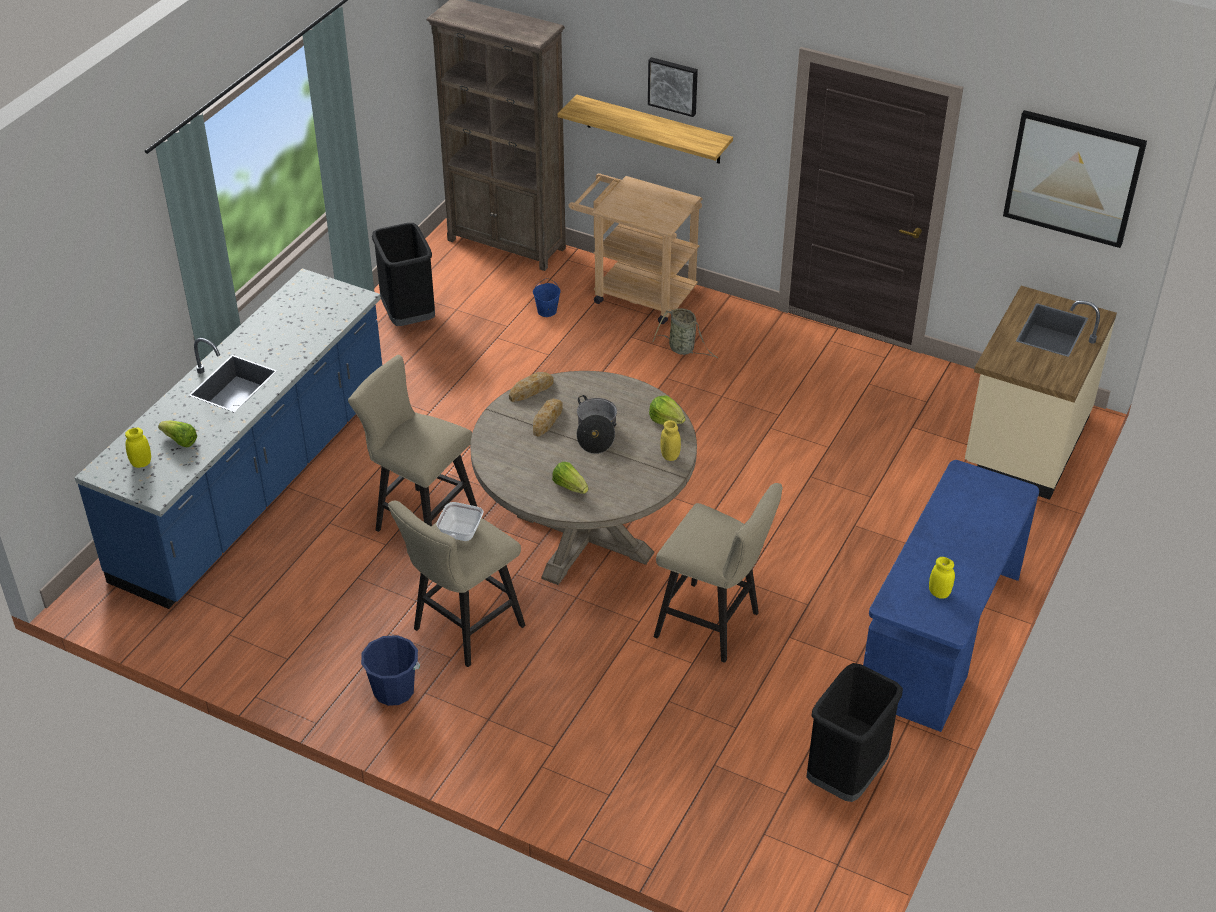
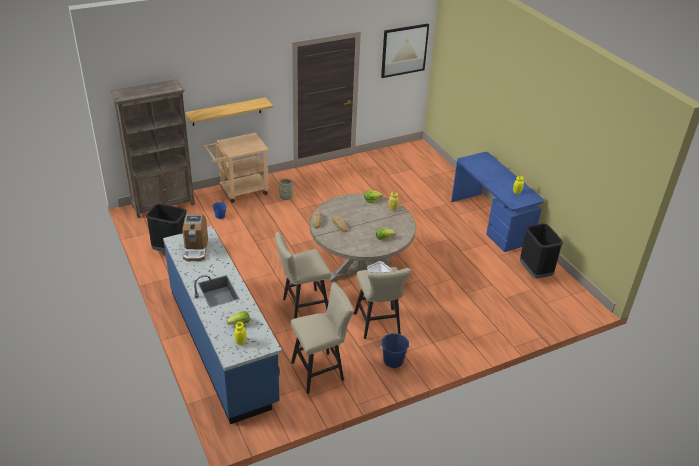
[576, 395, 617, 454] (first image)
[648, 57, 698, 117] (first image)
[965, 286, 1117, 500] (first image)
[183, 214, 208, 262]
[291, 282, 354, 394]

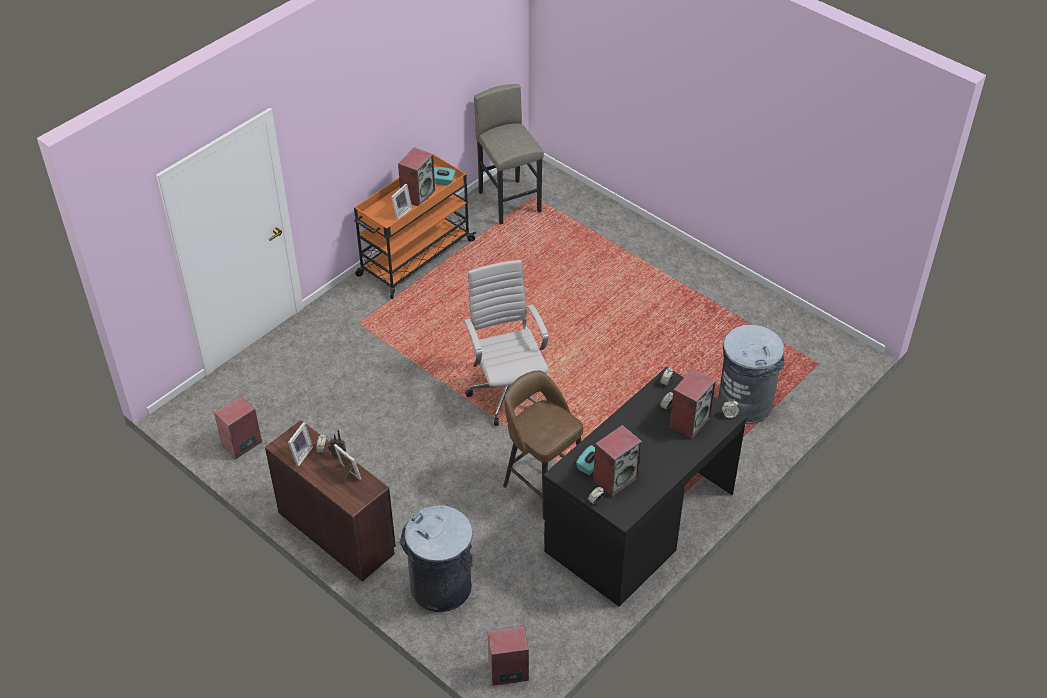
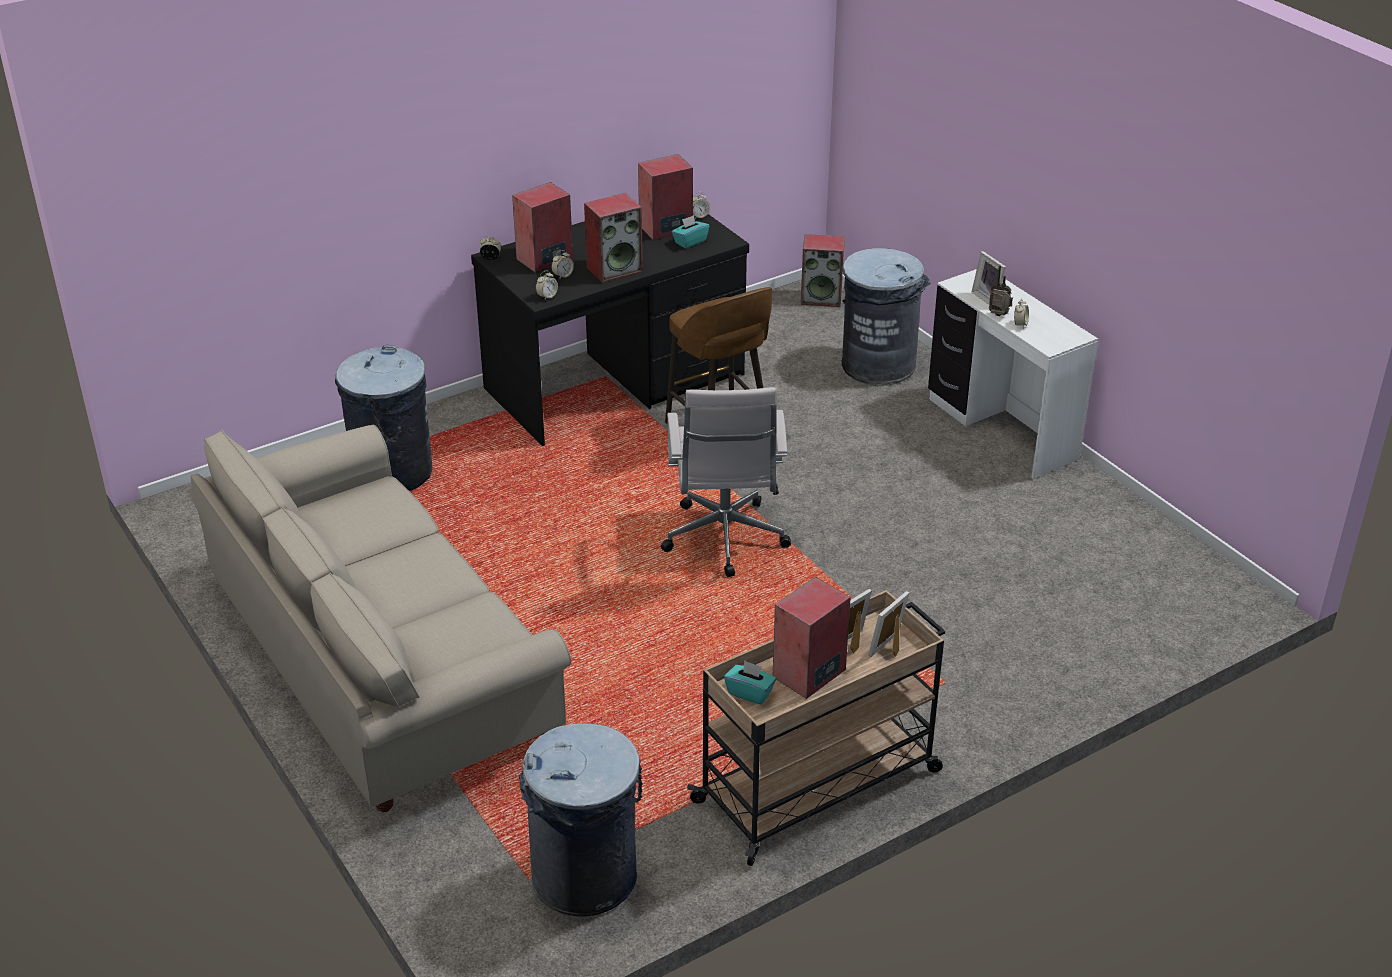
[190, 425, 571, 812]
[584, 193, 643, 283]
[868, 591, 909, 657]
[519, 723, 643, 917]
[928, 269, 1098, 479]
[687, 590, 945, 866]

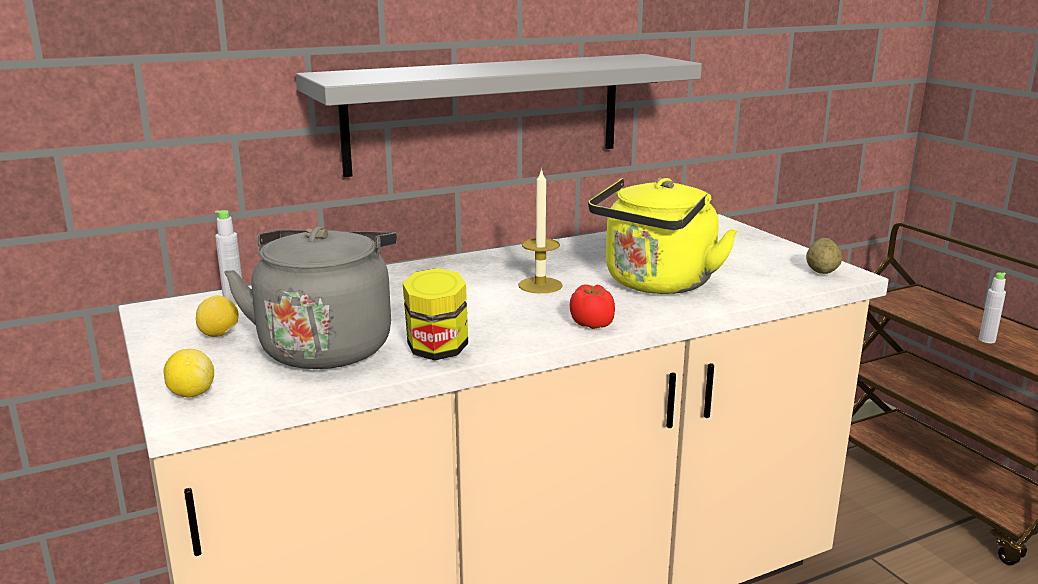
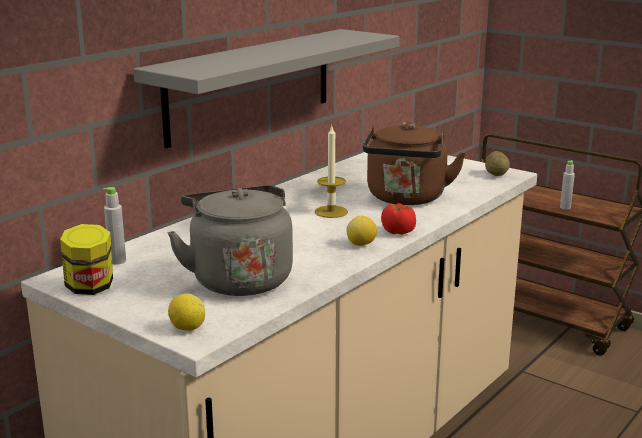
[346, 216, 377, 246]
[60, 224, 113, 295]
[362, 122, 466, 205]

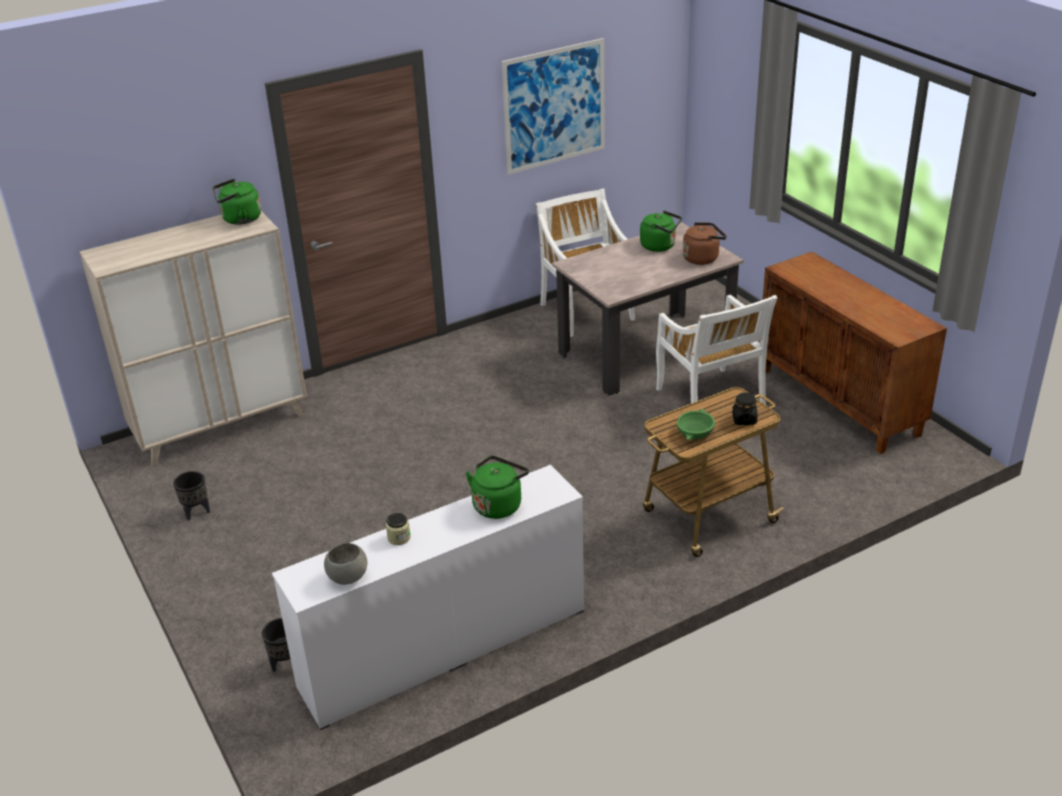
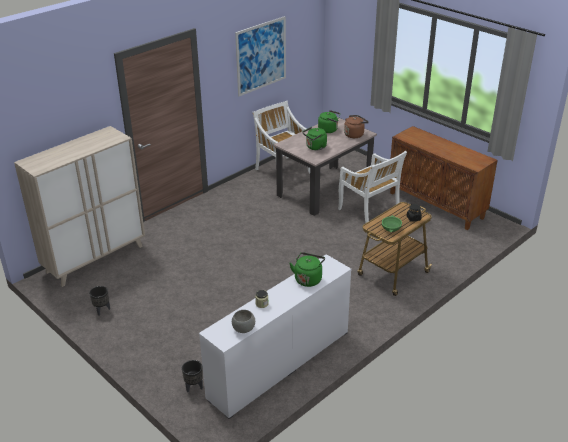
[302, 127, 327, 150]

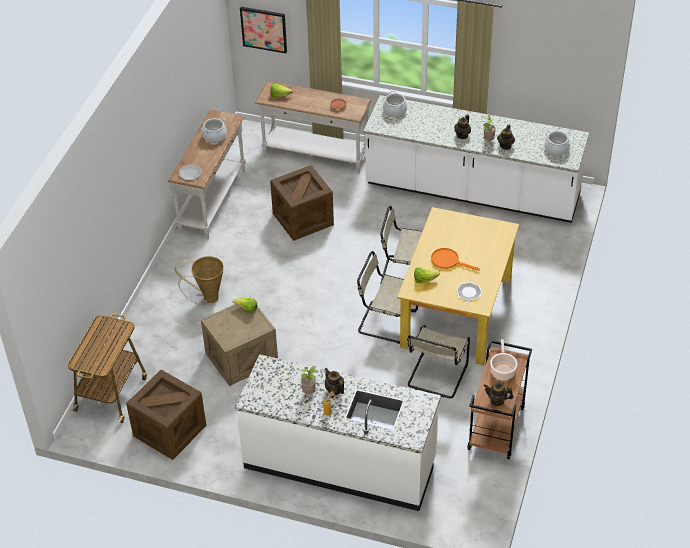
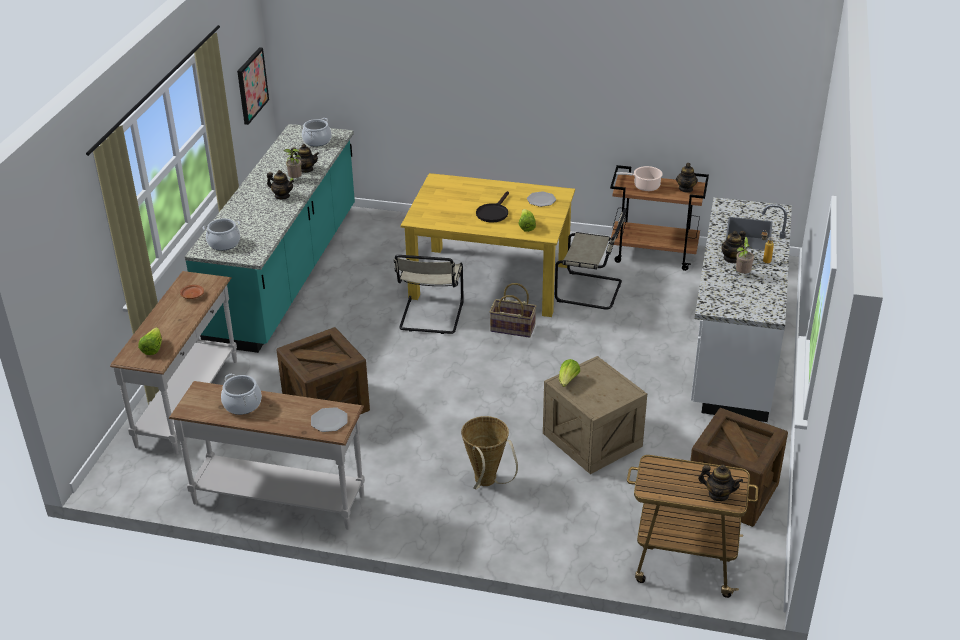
[698, 465, 743, 501]
[237, 47, 269, 125]
[489, 283, 536, 338]
[185, 124, 355, 353]
[476, 191, 509, 223]

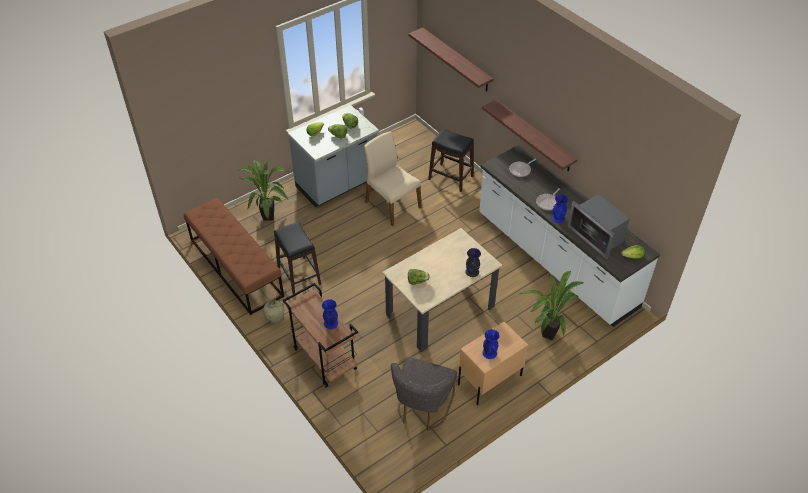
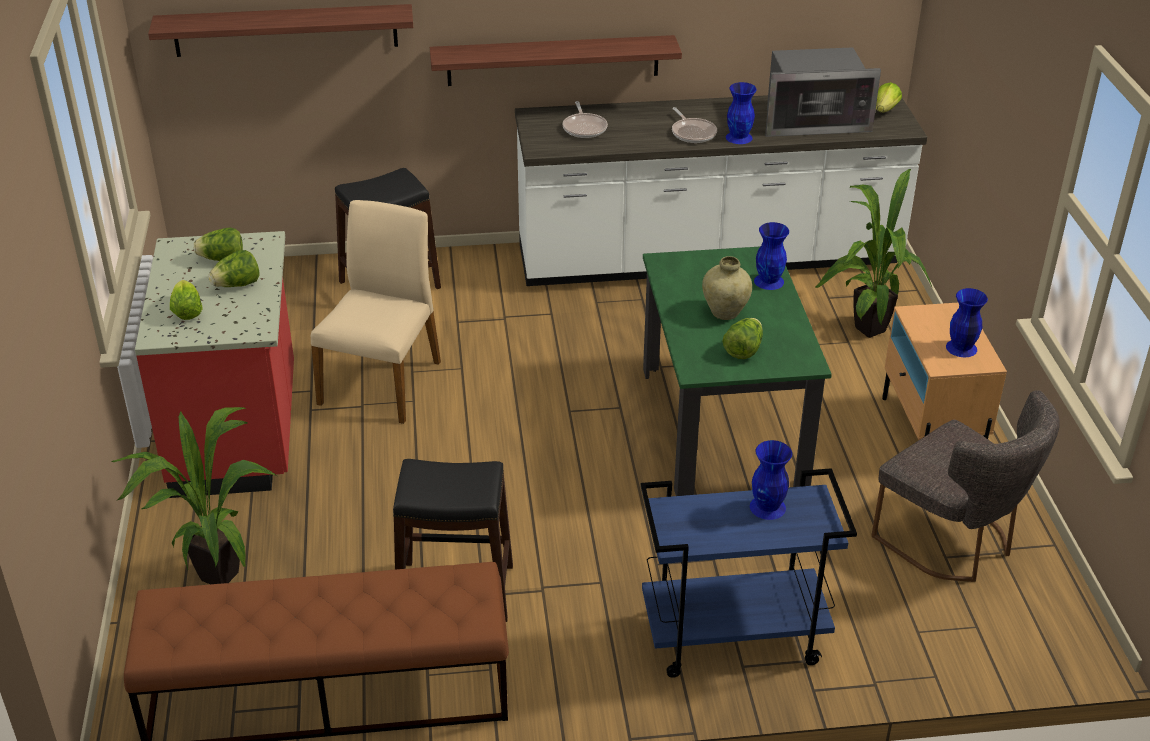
[702, 256, 752, 320]
[640, 468, 857, 678]
[135, 231, 294, 498]
[643, 246, 832, 496]
[754, 222, 789, 290]
[311, 200, 441, 424]

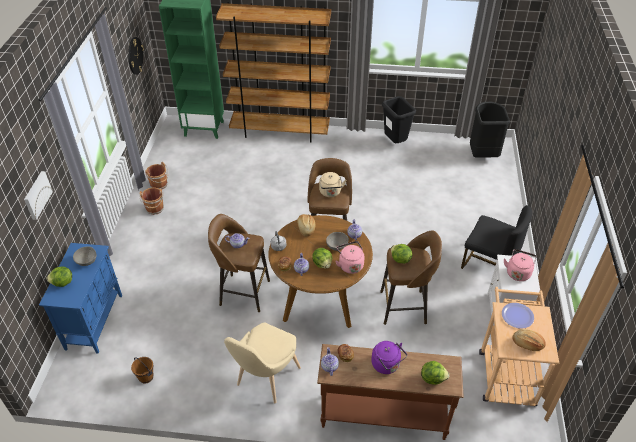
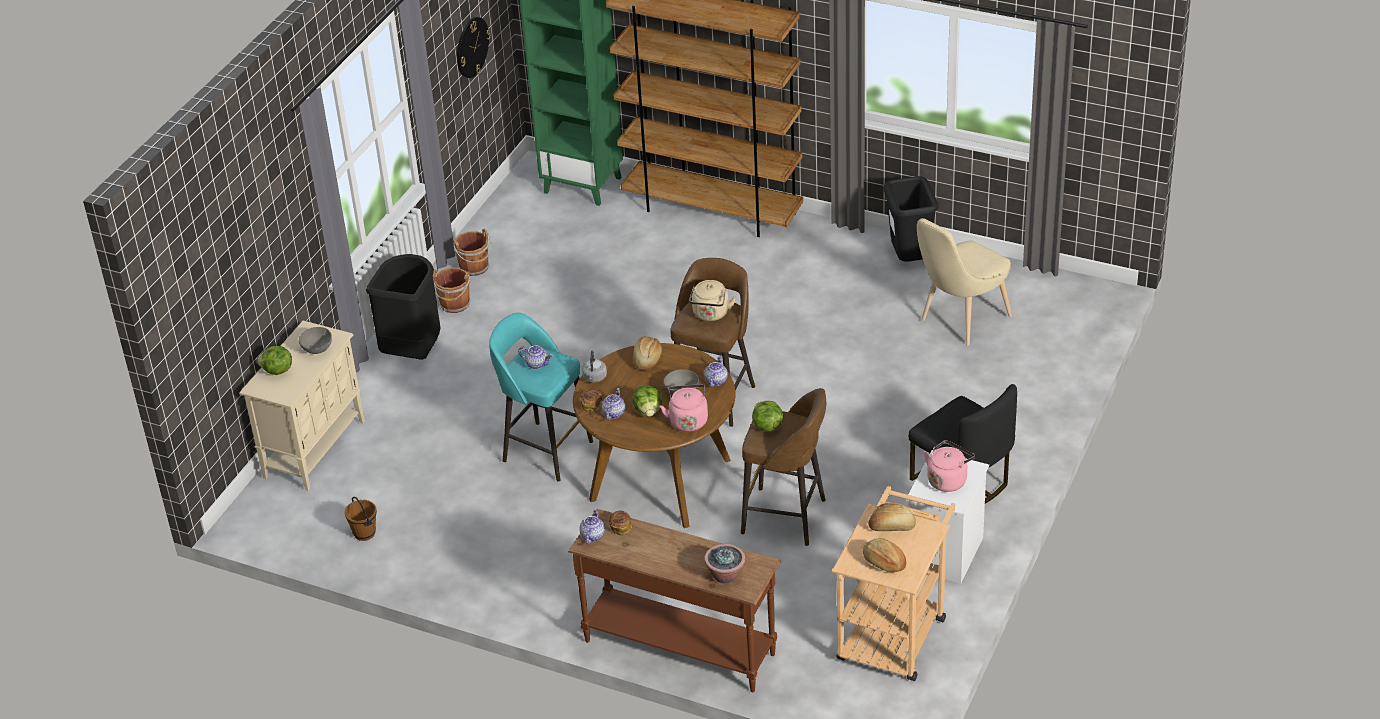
[24, 171, 53, 220] (first image)
[371, 341, 407, 374] (first image)
[917, 218, 1012, 346]
[366, 254, 441, 360]
[704, 544, 745, 583]
[868, 502, 916, 531]
[239, 321, 365, 491]
[489, 313, 593, 482]

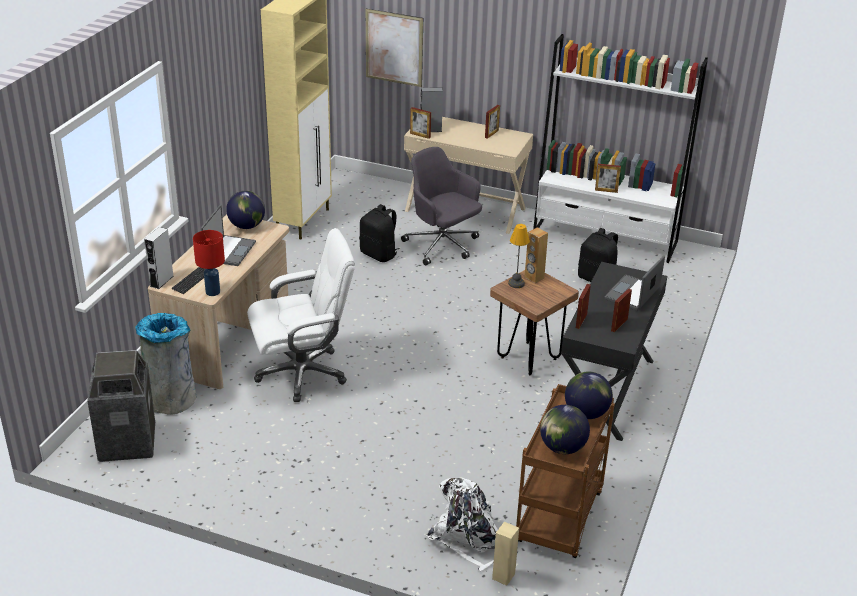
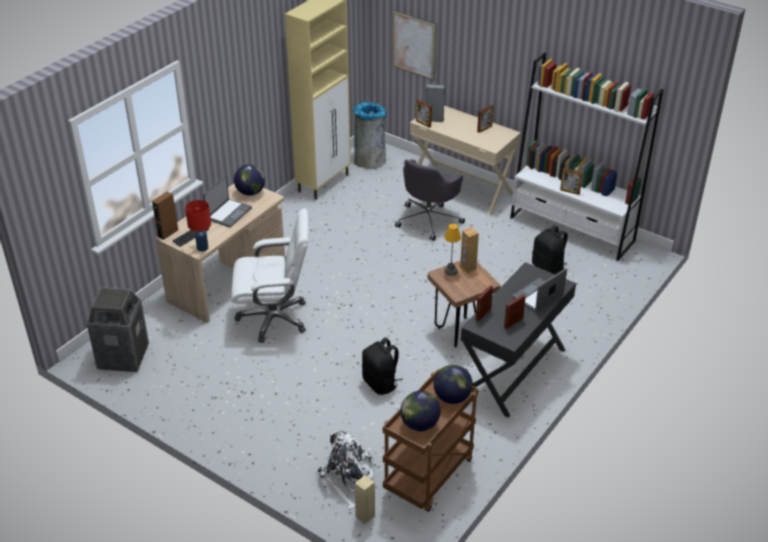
[353, 102, 387, 169]
[362, 337, 403, 395]
[152, 192, 178, 240]
[395, 159, 465, 241]

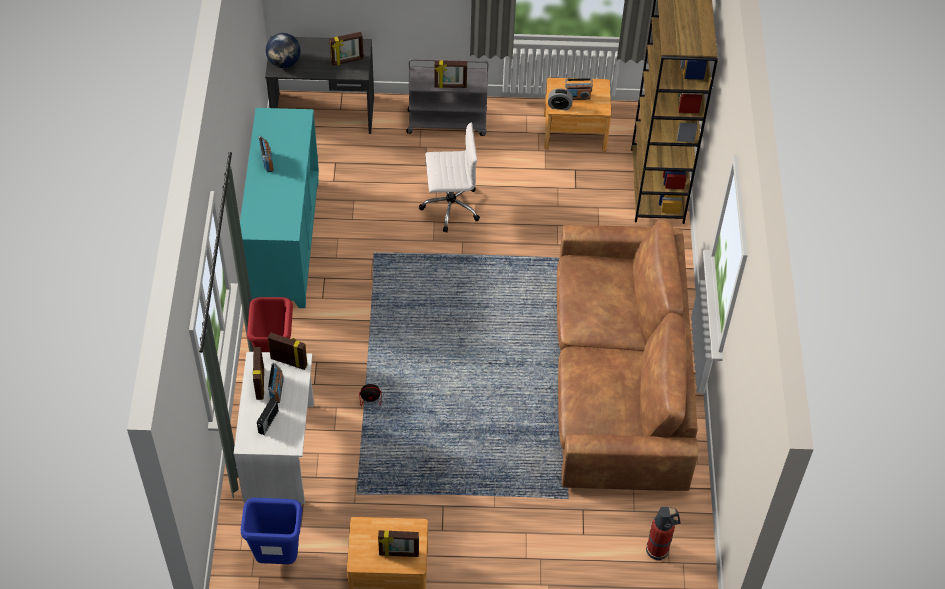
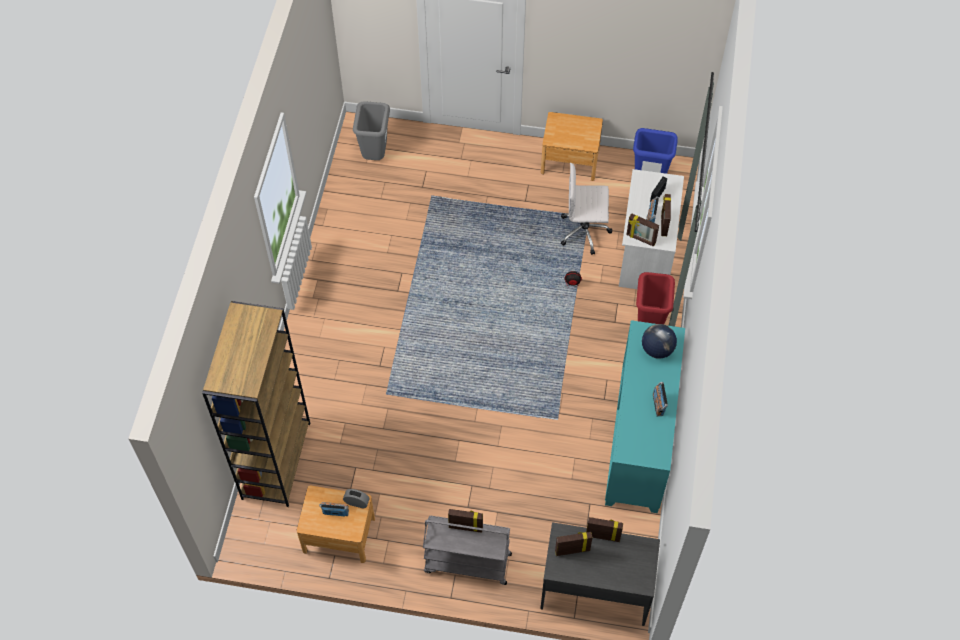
[557, 220, 698, 491] (first image)
[642, 324, 677, 359]
[586, 517, 623, 542]
[561, 163, 612, 255]
[353, 101, 390, 160]

